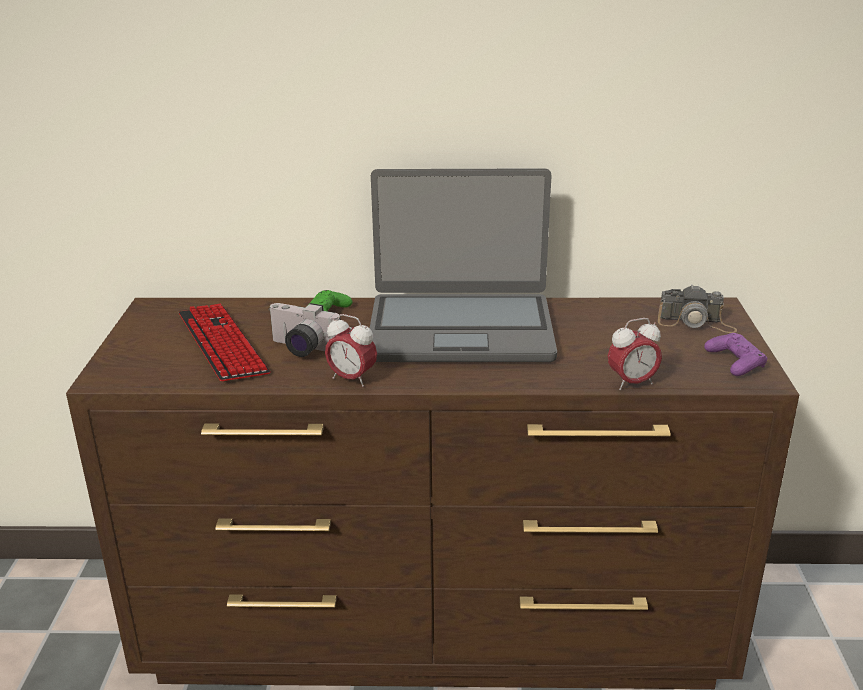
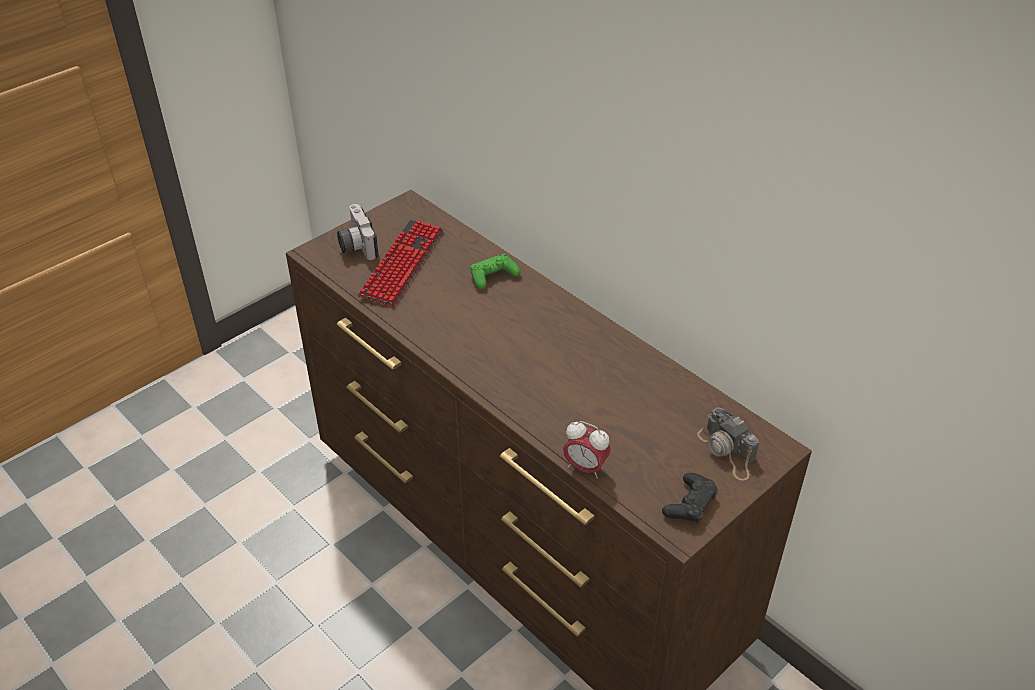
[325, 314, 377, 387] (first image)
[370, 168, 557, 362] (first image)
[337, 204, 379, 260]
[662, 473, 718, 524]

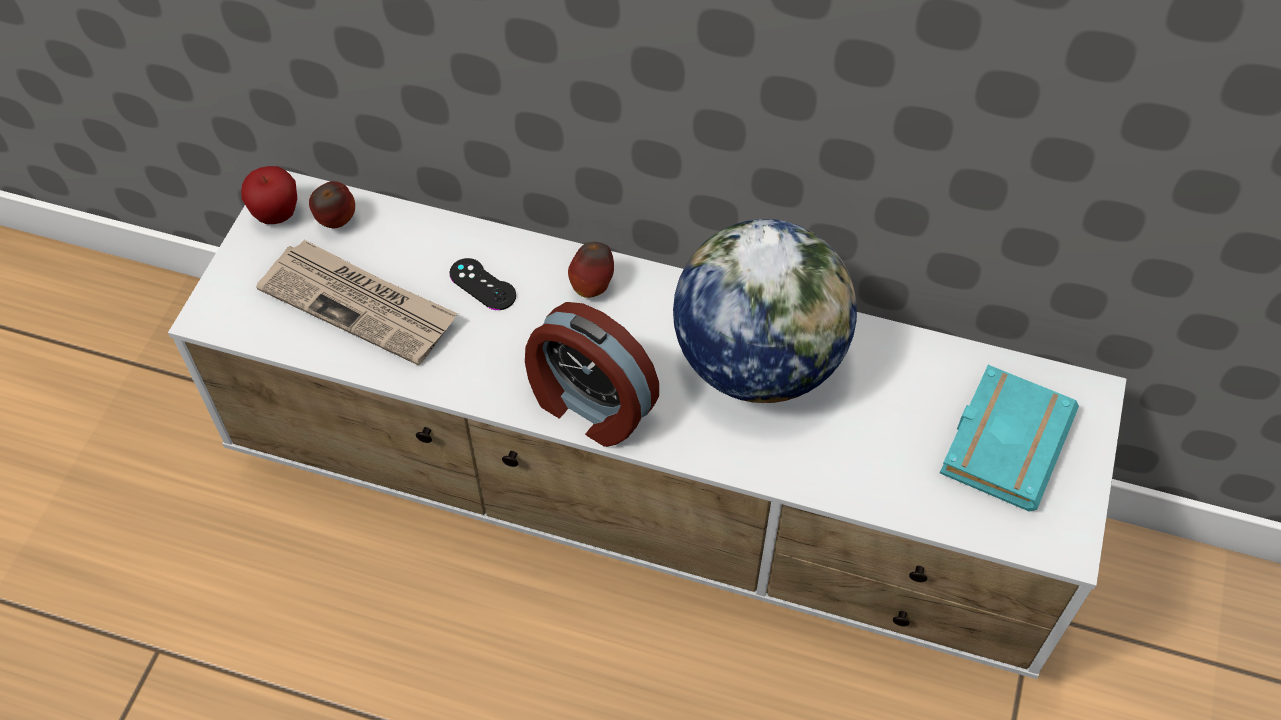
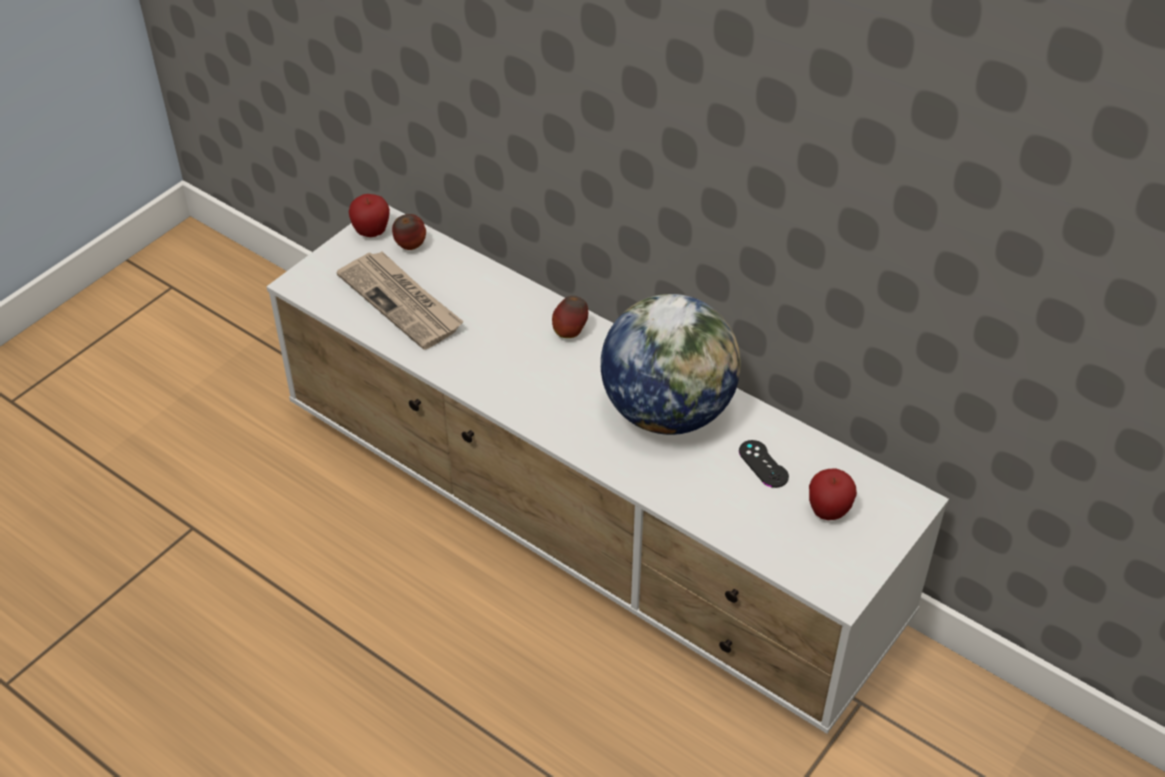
[525, 302, 659, 447] (first image)
[739, 440, 789, 488]
[809, 468, 857, 520]

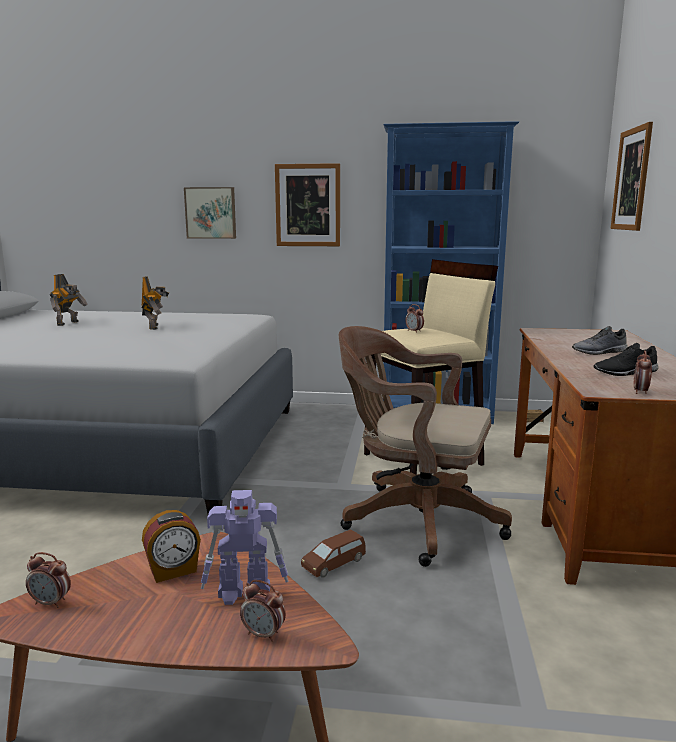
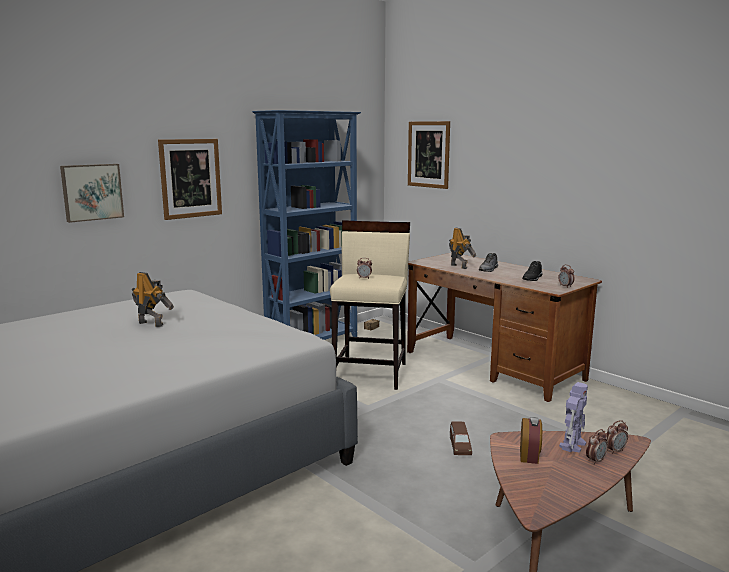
[338, 326, 512, 567] (first image)
[586, 429, 608, 465]
[449, 227, 476, 269]

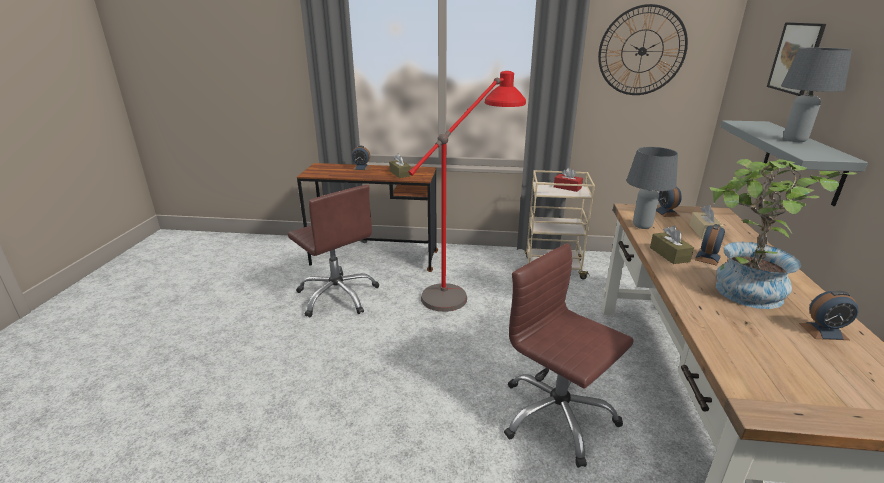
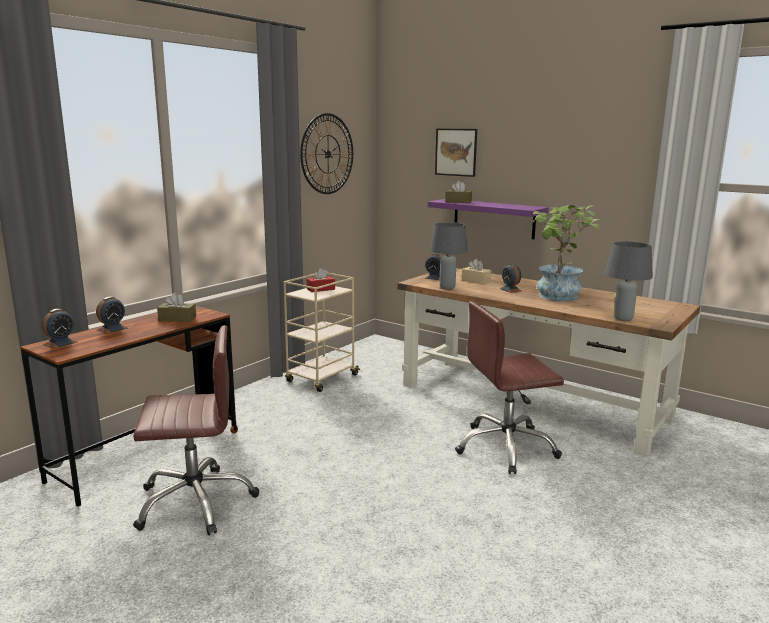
[408, 71, 526, 312] (first image)
[445, 181, 472, 203]
[605, 241, 653, 321]
[42, 309, 77, 349]
[428, 199, 549, 239]

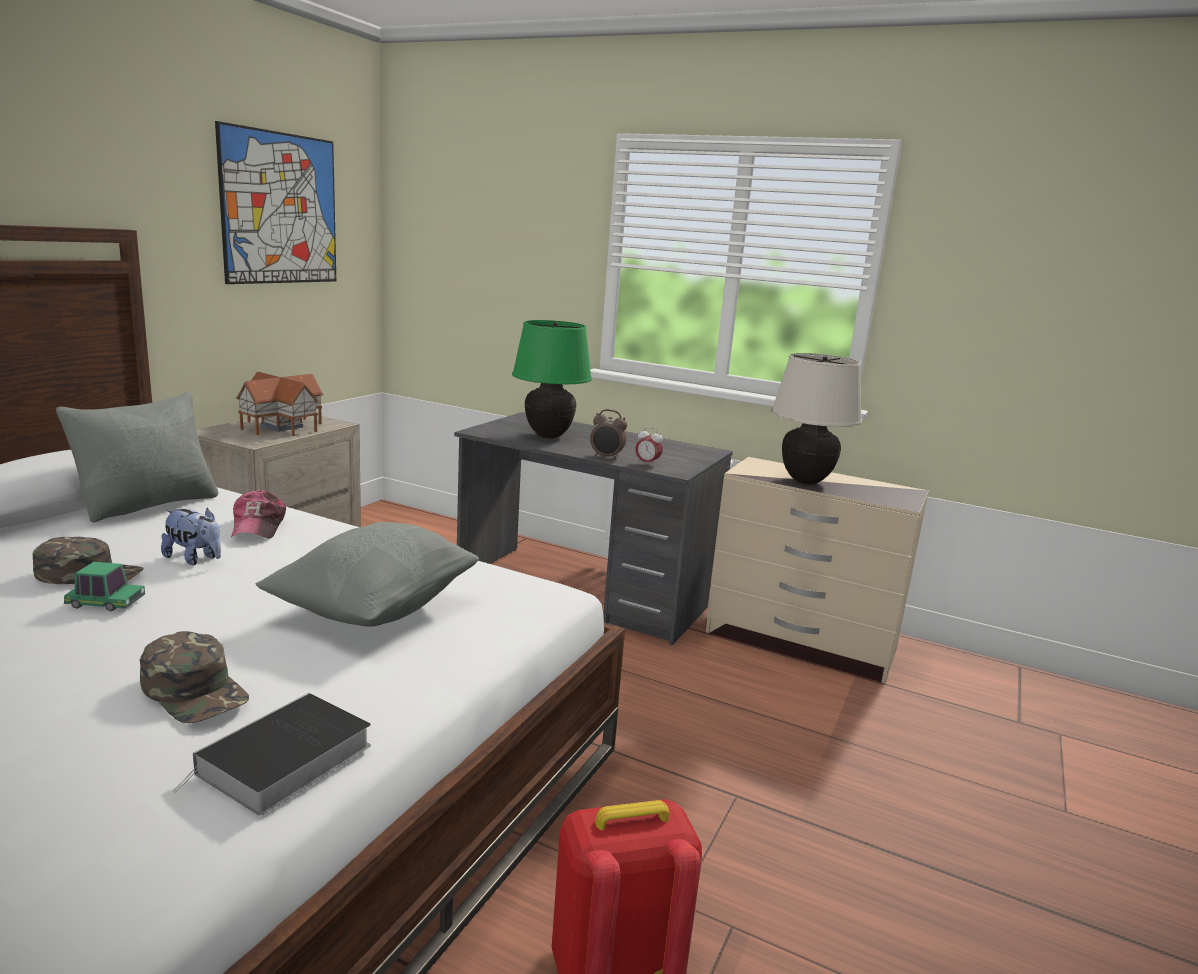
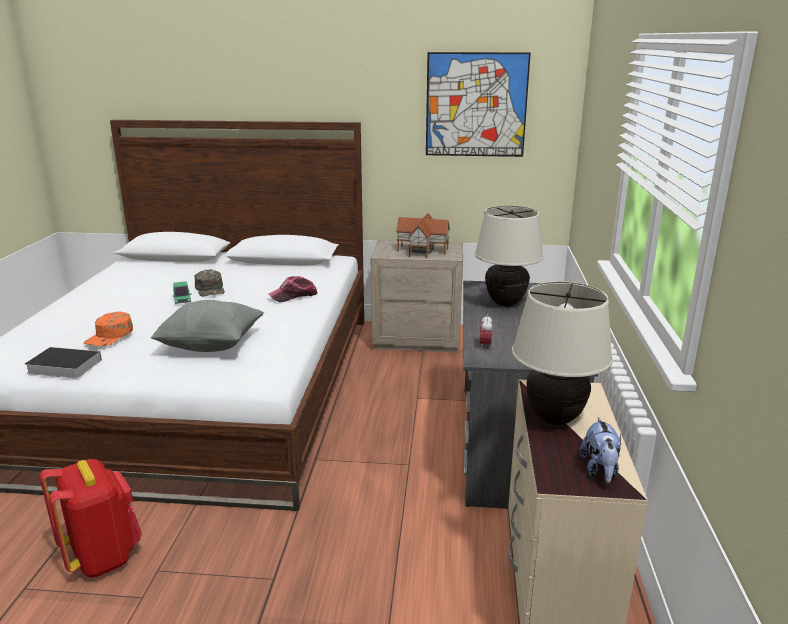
[56, 392, 218, 522] (first image)
[590, 409, 627, 460] (first image)
[580, 417, 622, 483]
[84, 311, 133, 346]
[475, 206, 544, 307]

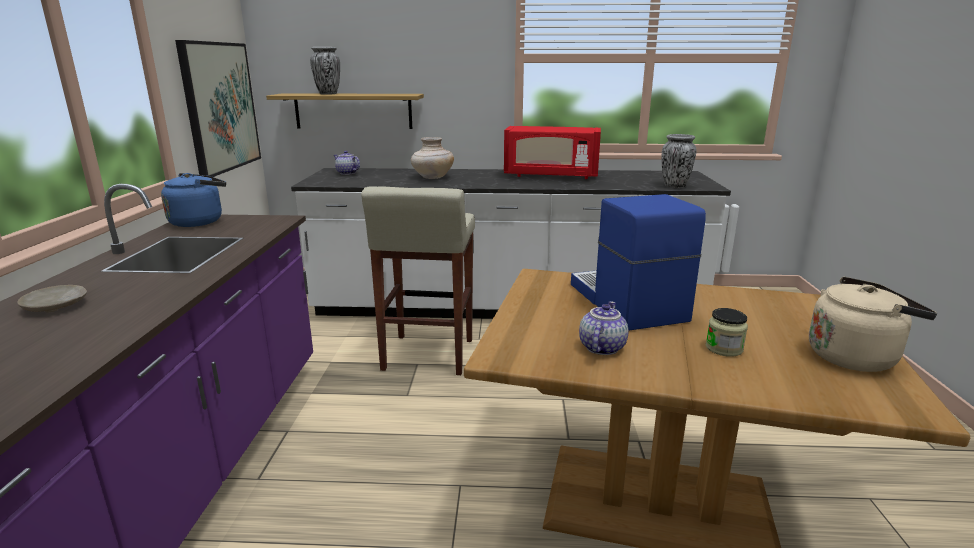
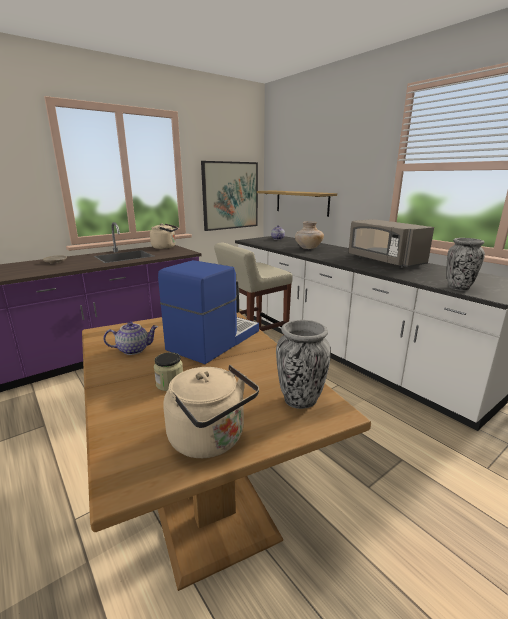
[276, 320, 331, 409]
[150, 223, 178, 249]
[348, 219, 434, 268]

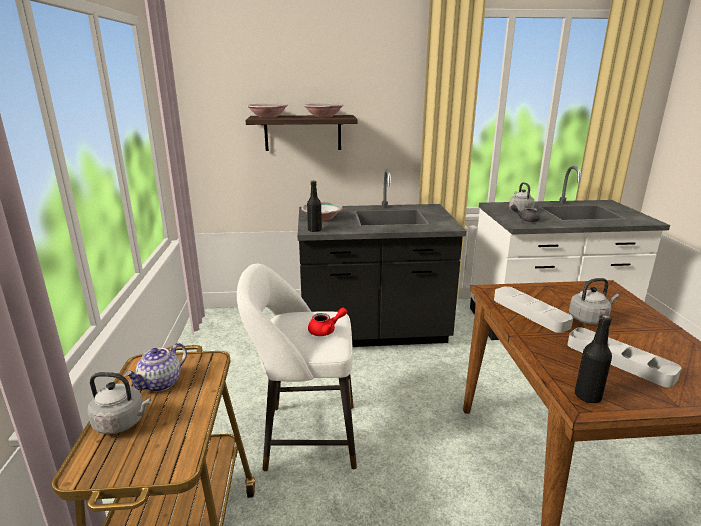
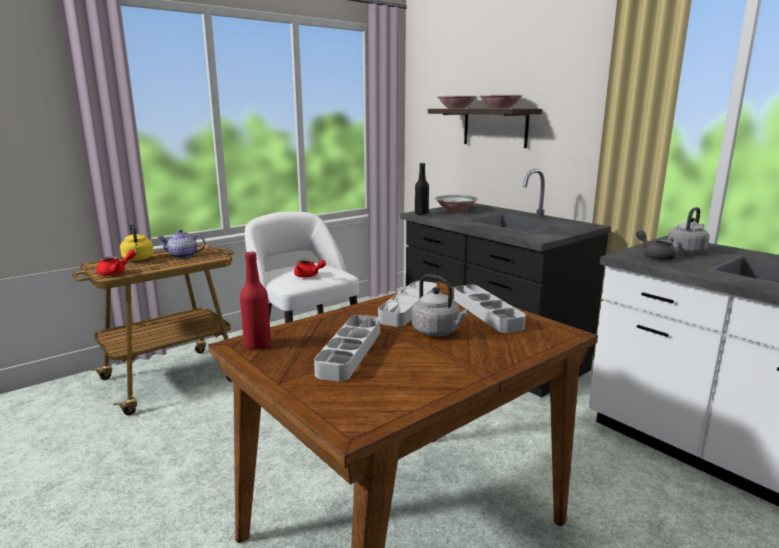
[96, 250, 136, 276]
[454, 285, 526, 333]
[120, 222, 154, 261]
[240, 252, 271, 349]

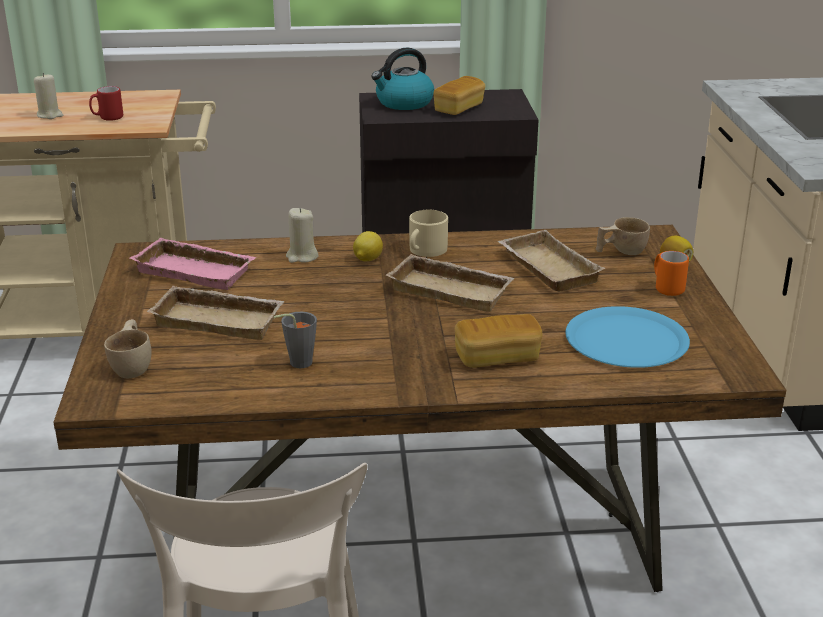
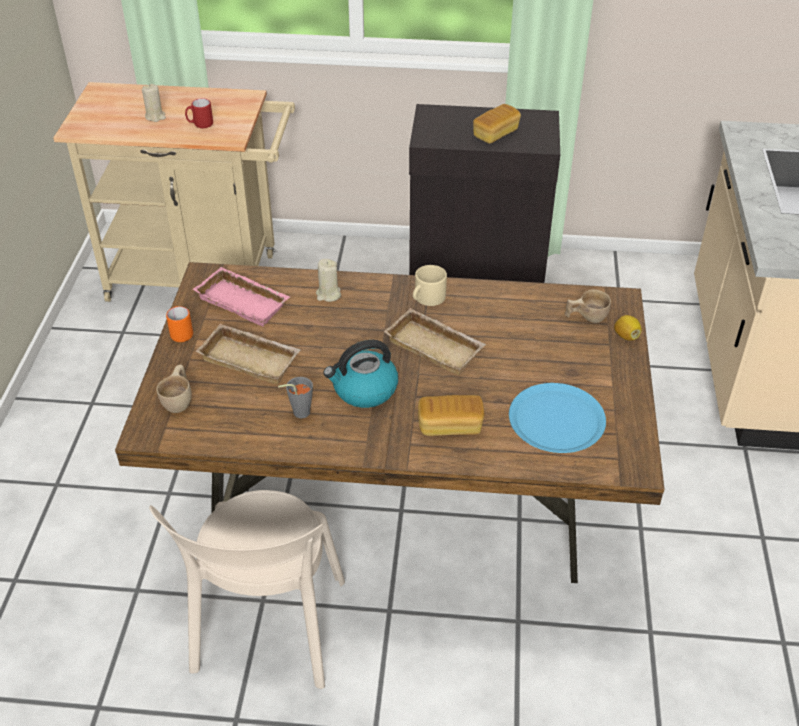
[353, 231, 383, 261] (first image)
[498, 230, 605, 292] (first image)
[323, 340, 398, 408]
[166, 306, 193, 342]

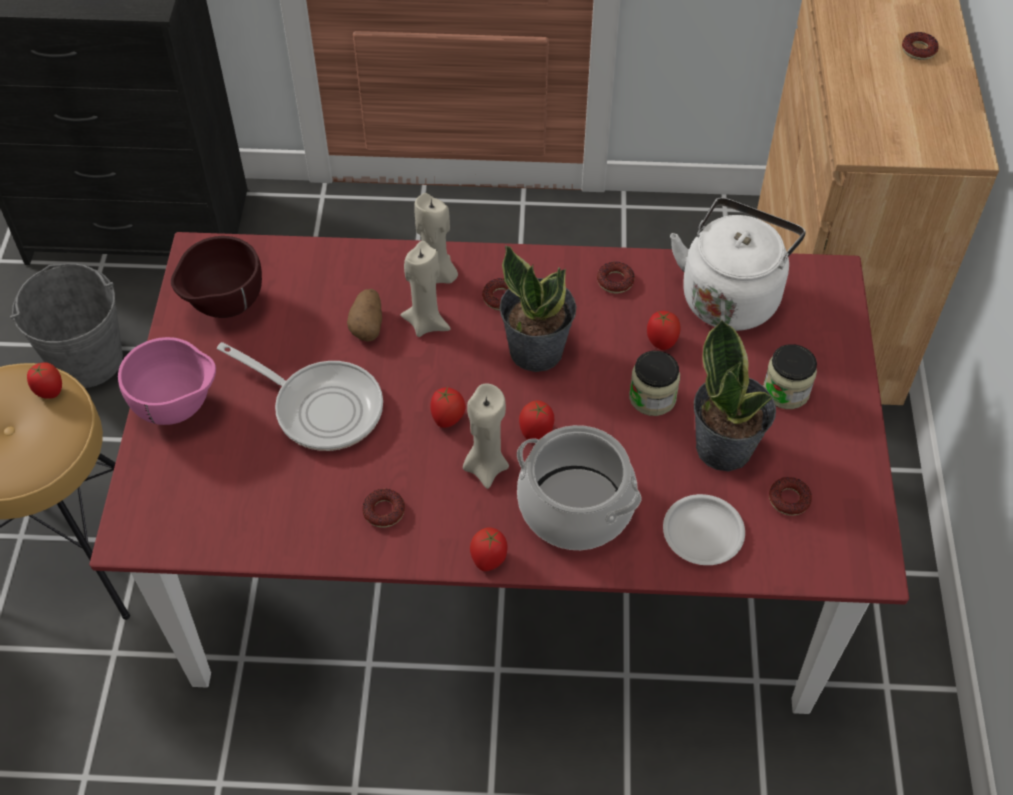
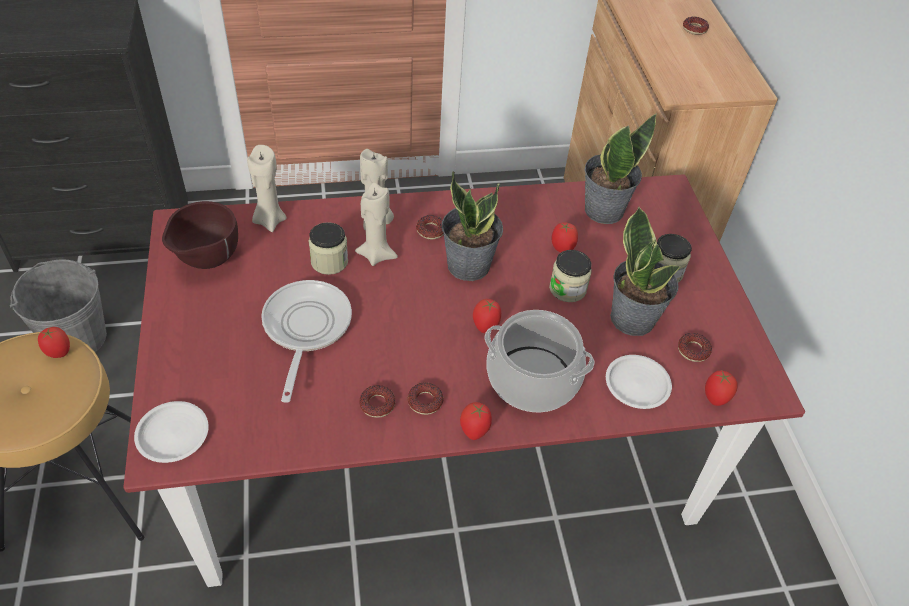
[118, 337, 216, 425] (first image)
[134, 401, 209, 463]
[705, 371, 737, 406]
[247, 145, 287, 232]
[408, 382, 444, 415]
[309, 222, 348, 275]
[585, 113, 657, 224]
[261, 280, 352, 403]

